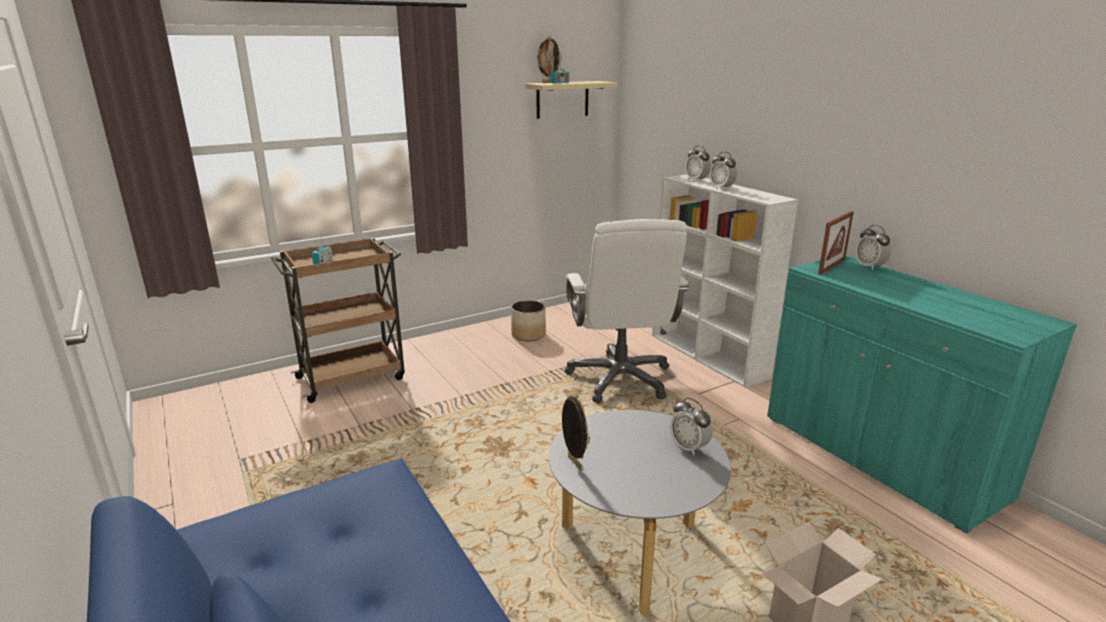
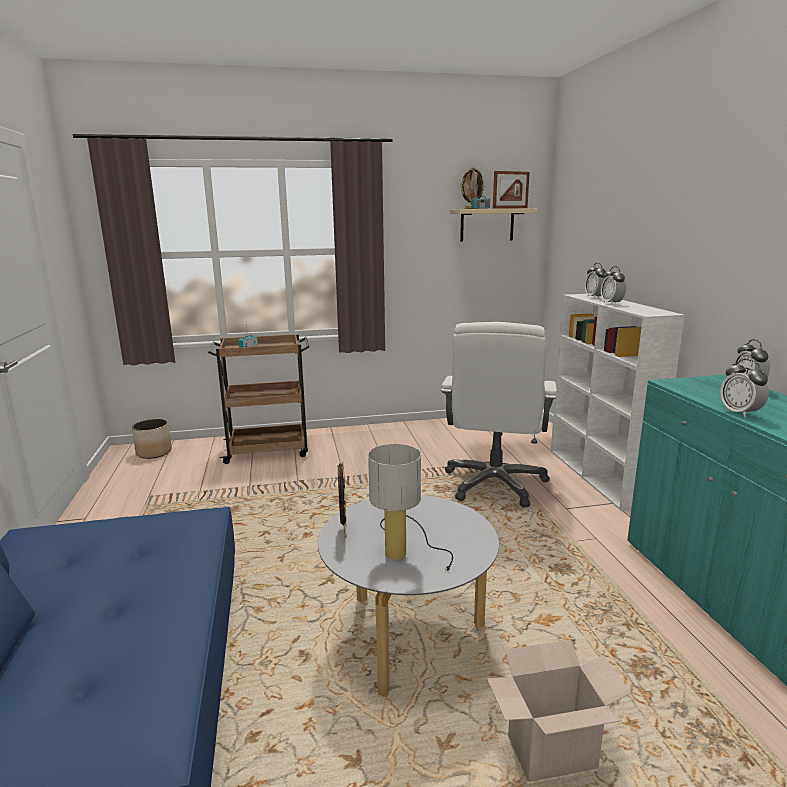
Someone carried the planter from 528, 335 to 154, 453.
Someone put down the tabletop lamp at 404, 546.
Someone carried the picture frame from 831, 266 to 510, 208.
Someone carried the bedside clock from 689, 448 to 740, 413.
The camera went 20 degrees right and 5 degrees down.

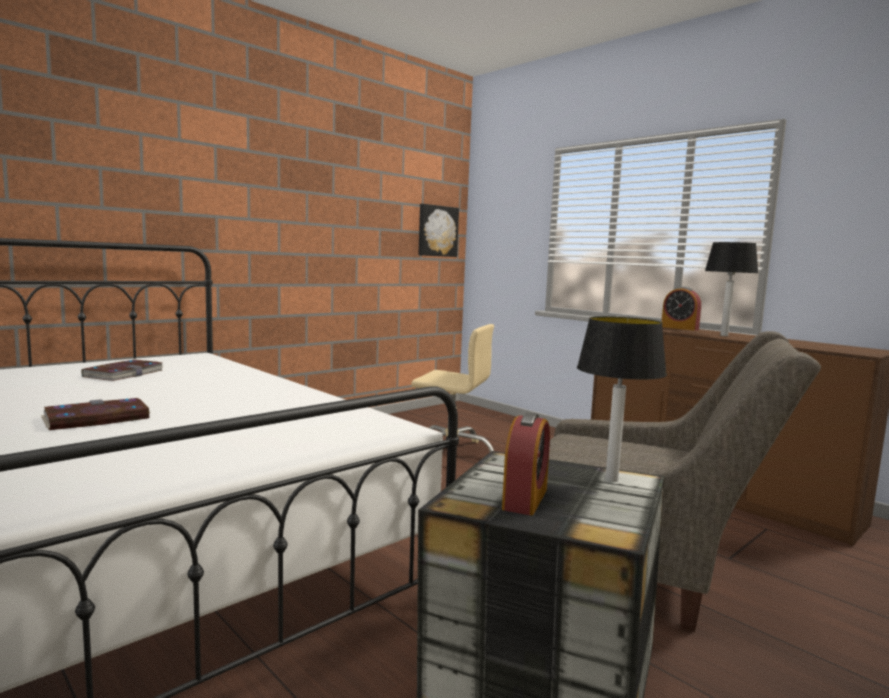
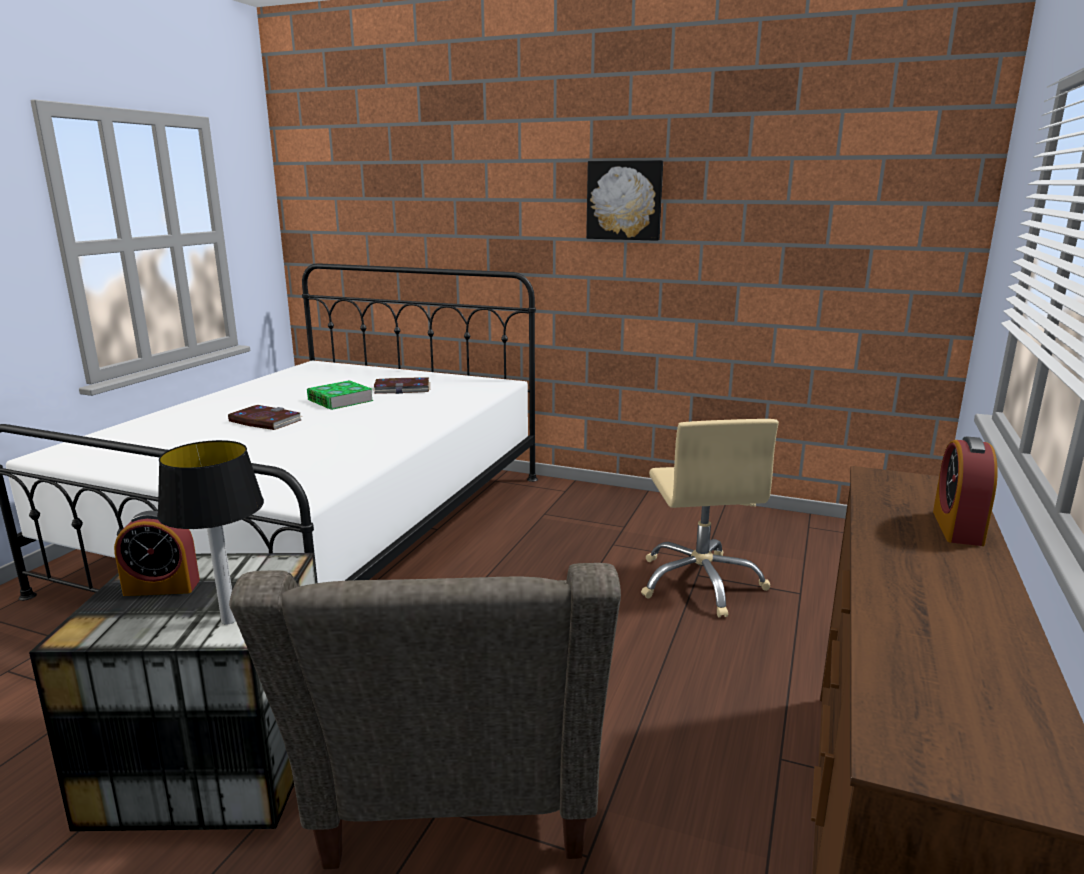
Someone put down the book at 340, 400.
Someone carried the picture from 437, 231 to 624, 200.
Someone took away the tabletop lamp at 723, 335.
The camera went 65 degrees right and 10 degrees up.

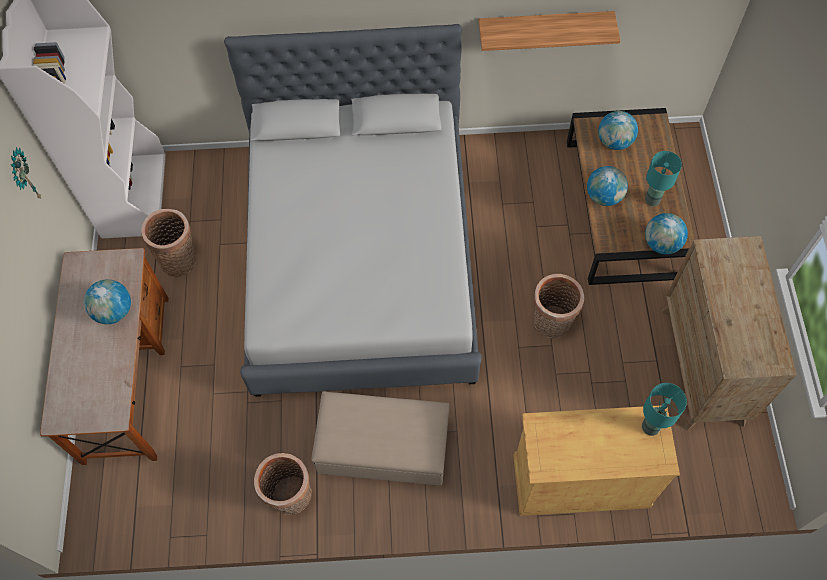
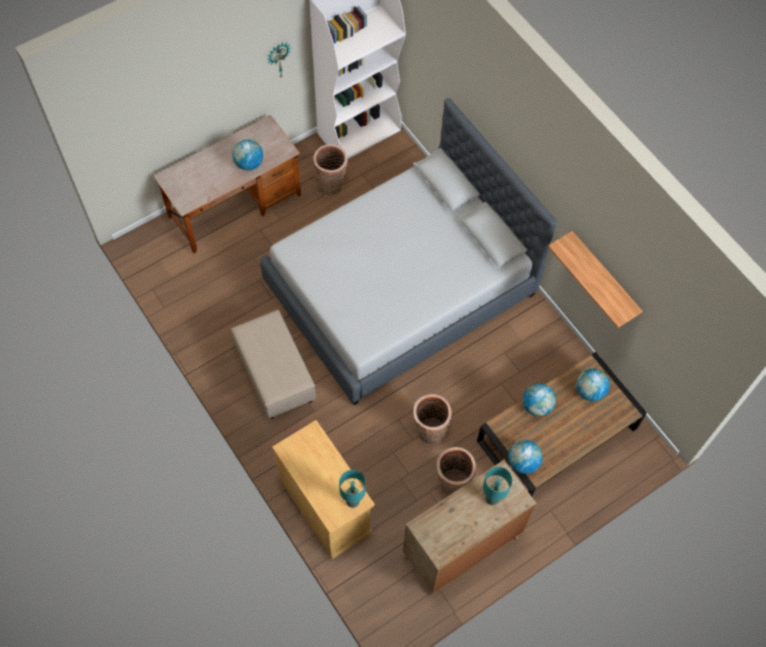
Someone carried the storage basket from 291, 498 to 452, 483.
Someone carried the tabletop lamp (blue-green) from 652, 199 to 492, 498.
The camera went 55 degrees right and 0 degrees up.

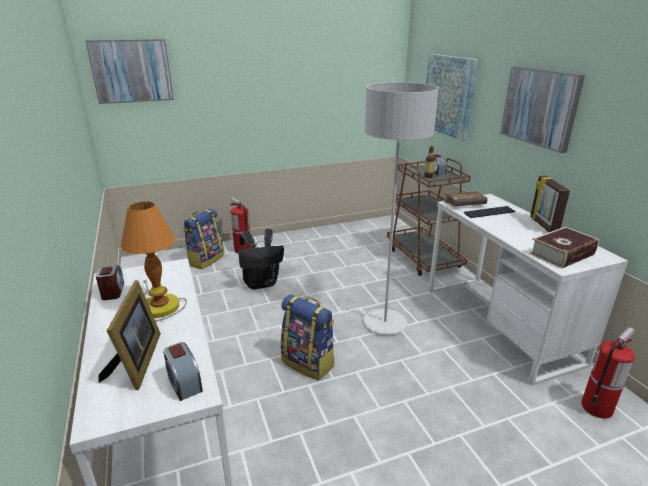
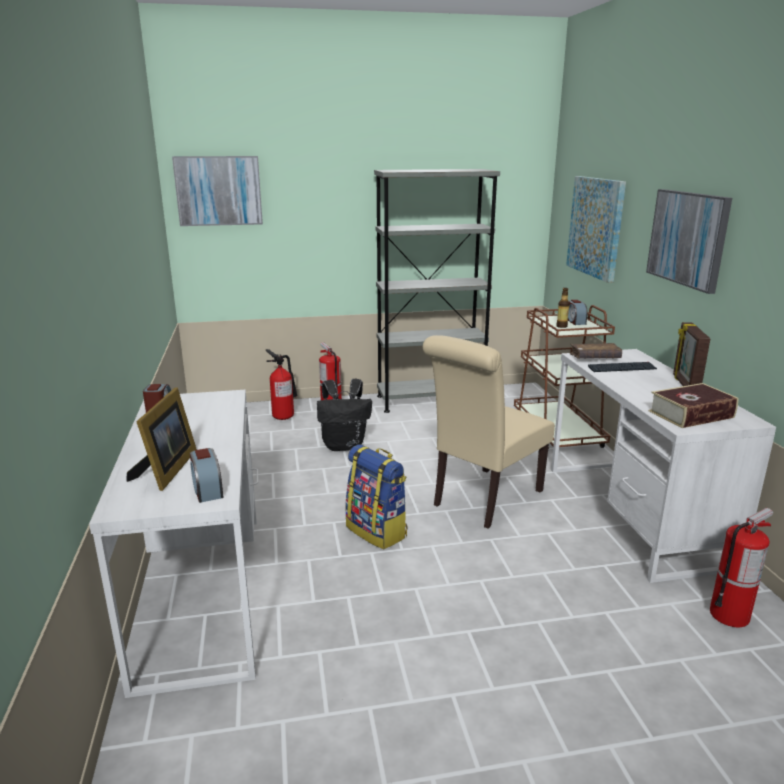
Someone swapped the backpack at 205, 260 for the fire-fighting cylinder at 284, 416.
Someone put down the bookcase (grey) at 430, 400.
Someone swapped the standing lamp (grey) at 385, 323 for the plain chair (beige) at 483, 500.
Someone took away the tabletop lamp at 157, 306.
The camera went 10 degrees right and 5 degrees down.

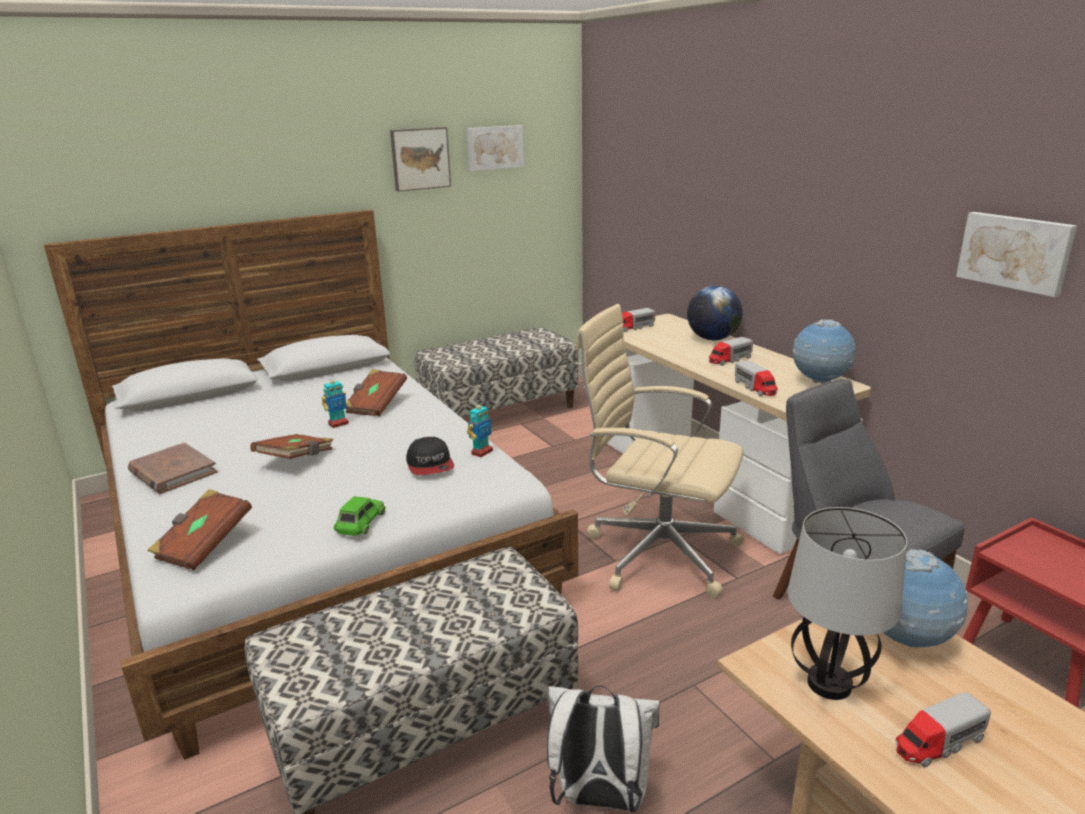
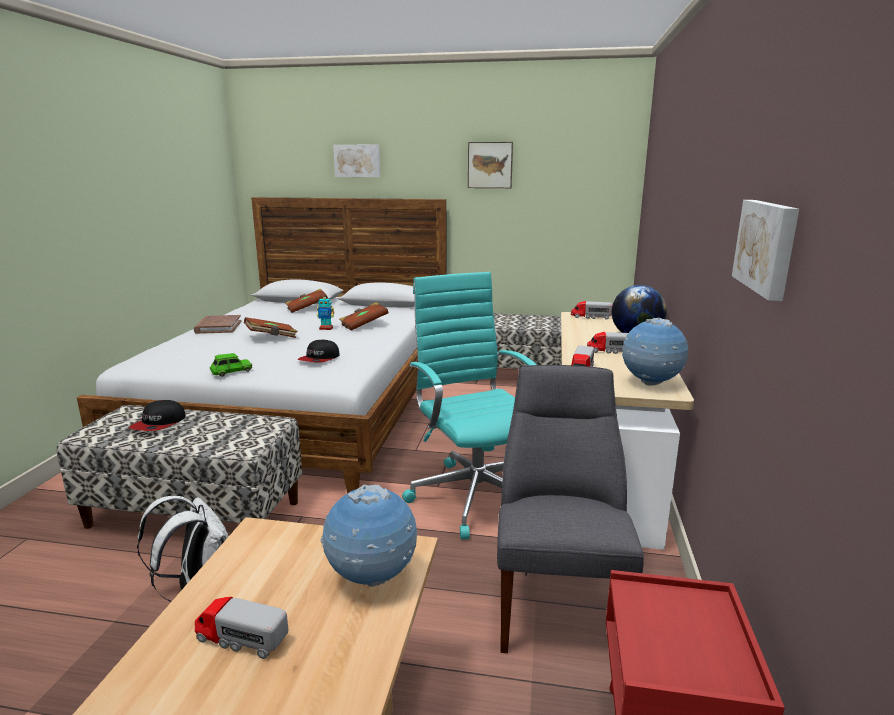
Someone put down the peaked cap at 159, 424.
Someone carried the book (brown-coloured) from 204, 544 to 306, 309.
Someone carried the picture from 494, 147 to 357, 161.
Someone repainted the desk chair (beige) at 657, 552, which became the desk chair (blue-green) at 475, 494.
Someone took away the model robot at 481, 452.
Someone took away the tabletop lamp at 829, 685.
The camera went 40 degrees right and 5 degrees down.

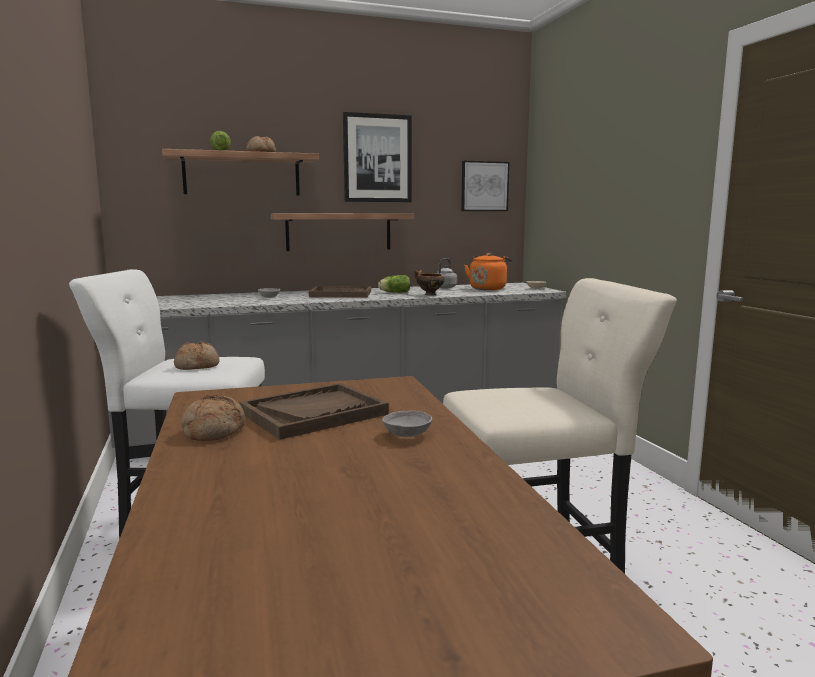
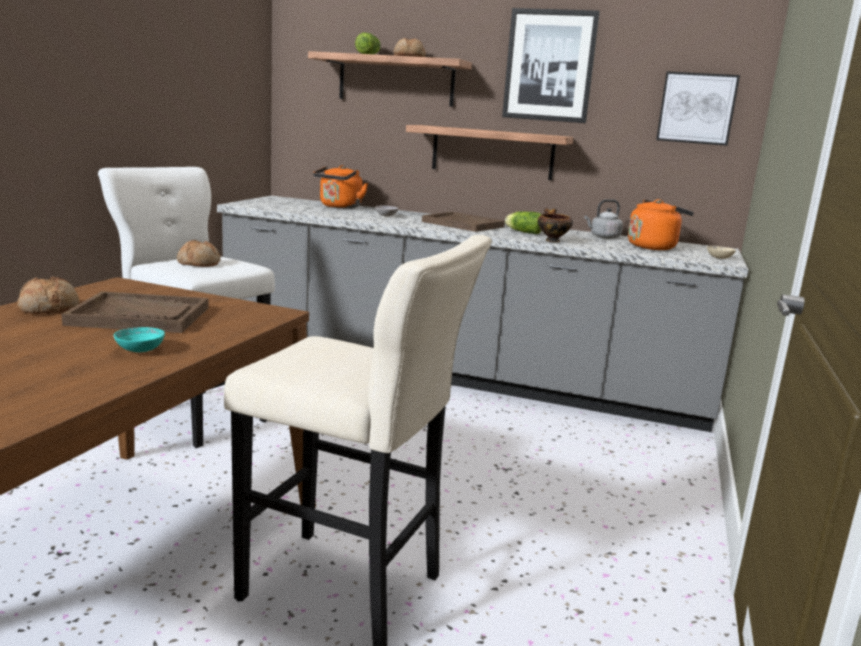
Someone repainted the deep dish (grey) at 407, 435, which became the deep dish (blue-green) at 140, 350.
Someone put down the kettle (orange) at 339, 207.
The camera went 35 degrees right and 5 degrees up.

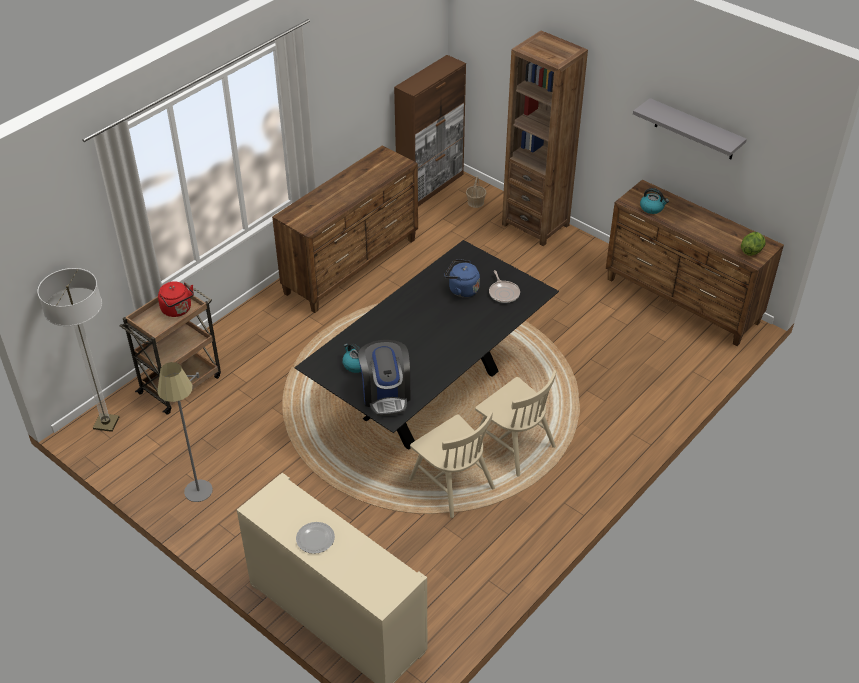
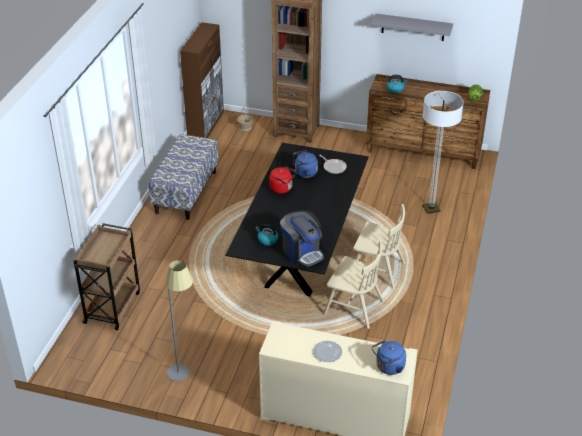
Someone swapped the drawer chest (brown-coloured) at 352, 266 for the long seat at 186, 192.
Someone carried the kettle (red-coloured) from 178, 310 to 282, 188.
Someone put down the kettle (blue) at 388, 367.
Someone carried the standing lamp from 106, 423 to 431, 208.
The camera went 25 degrees left and 5 degrees down.

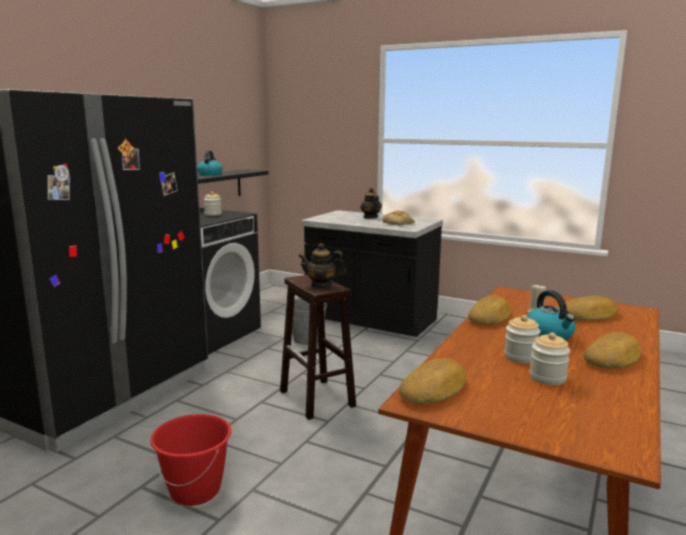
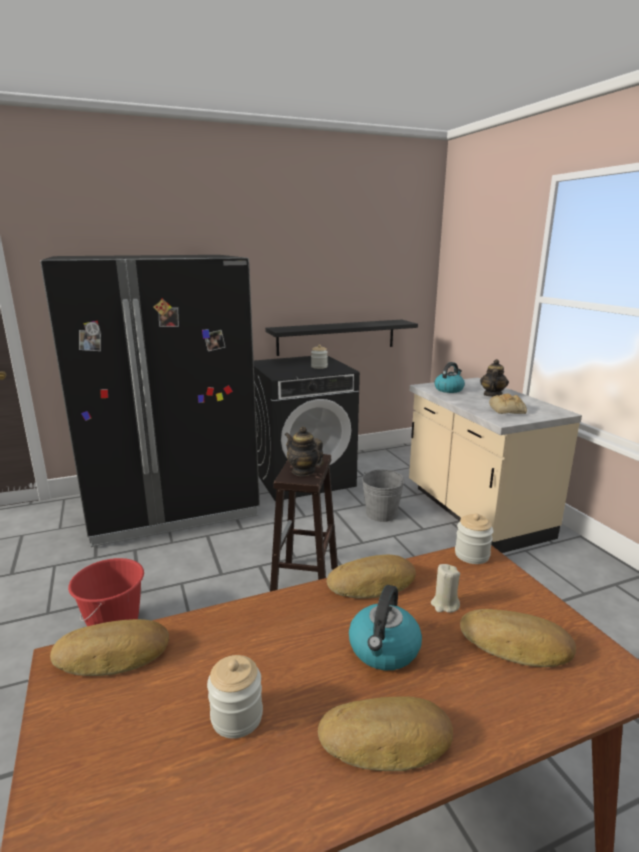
Someone repainted the kitchen counter (black-coloured) at 370, 320, which became the kitchen counter (beige) at 474, 512.
Someone carried the kettle from 210, 174 to 449, 389.
Someone carried the preserve jar from 520, 357 to 472, 555.
The camera went 40 degrees right and 5 degrees up.

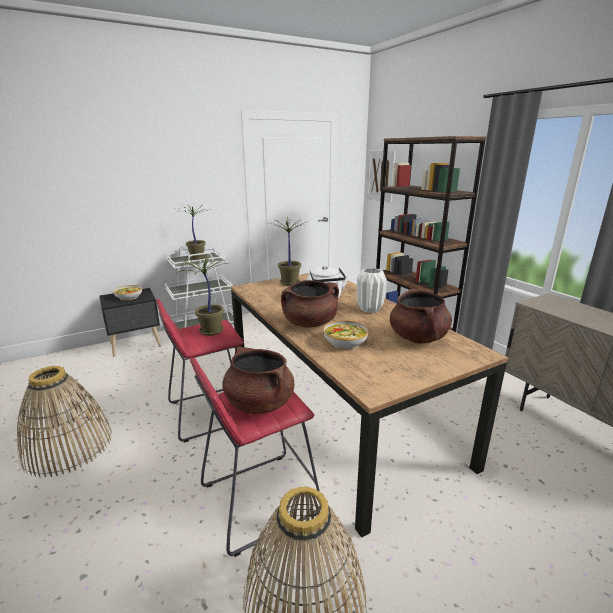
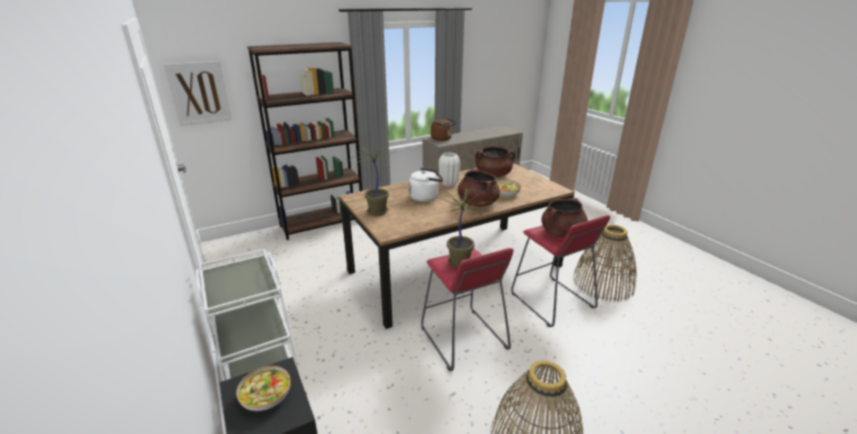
Someone put down the kettle (brown-coloured) at 442, 139.
Someone took away the potted plant at 197, 258.
The camera went 90 degrees left and 5 degrees up.

